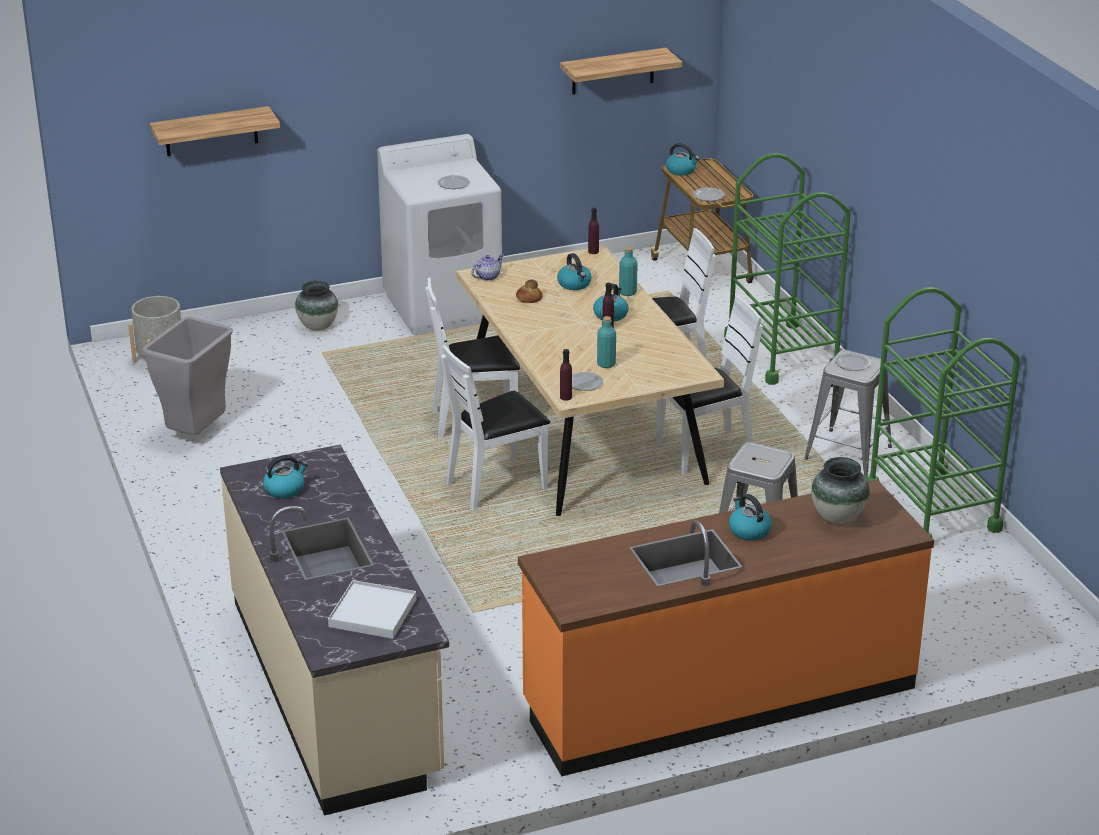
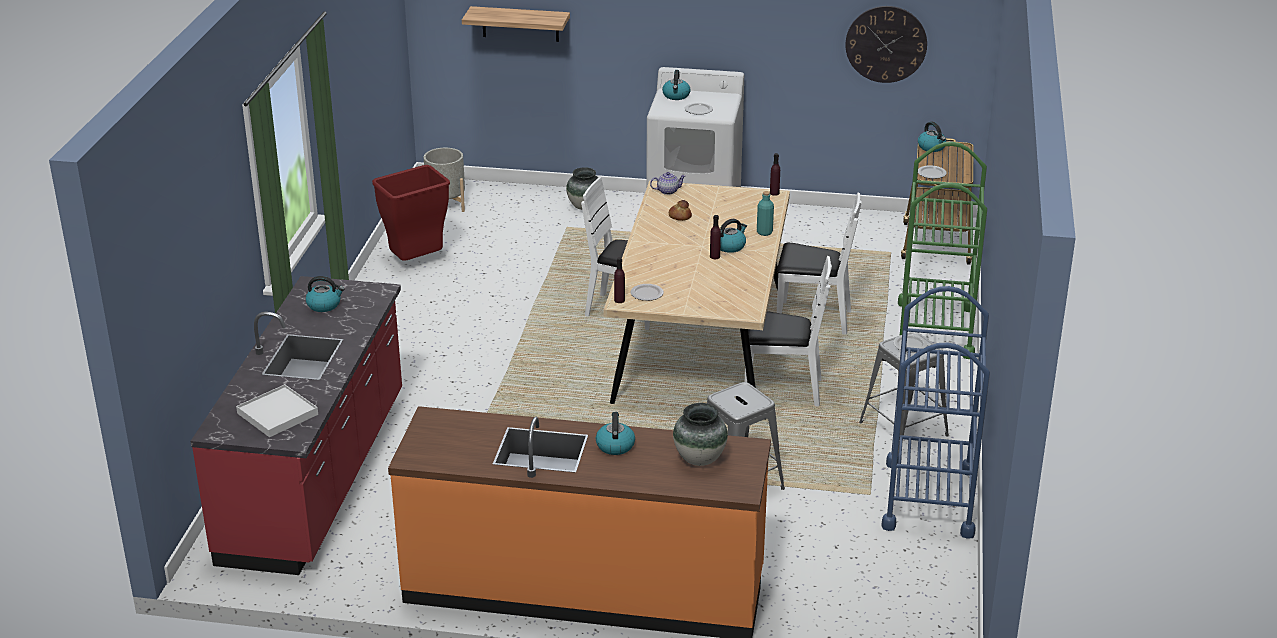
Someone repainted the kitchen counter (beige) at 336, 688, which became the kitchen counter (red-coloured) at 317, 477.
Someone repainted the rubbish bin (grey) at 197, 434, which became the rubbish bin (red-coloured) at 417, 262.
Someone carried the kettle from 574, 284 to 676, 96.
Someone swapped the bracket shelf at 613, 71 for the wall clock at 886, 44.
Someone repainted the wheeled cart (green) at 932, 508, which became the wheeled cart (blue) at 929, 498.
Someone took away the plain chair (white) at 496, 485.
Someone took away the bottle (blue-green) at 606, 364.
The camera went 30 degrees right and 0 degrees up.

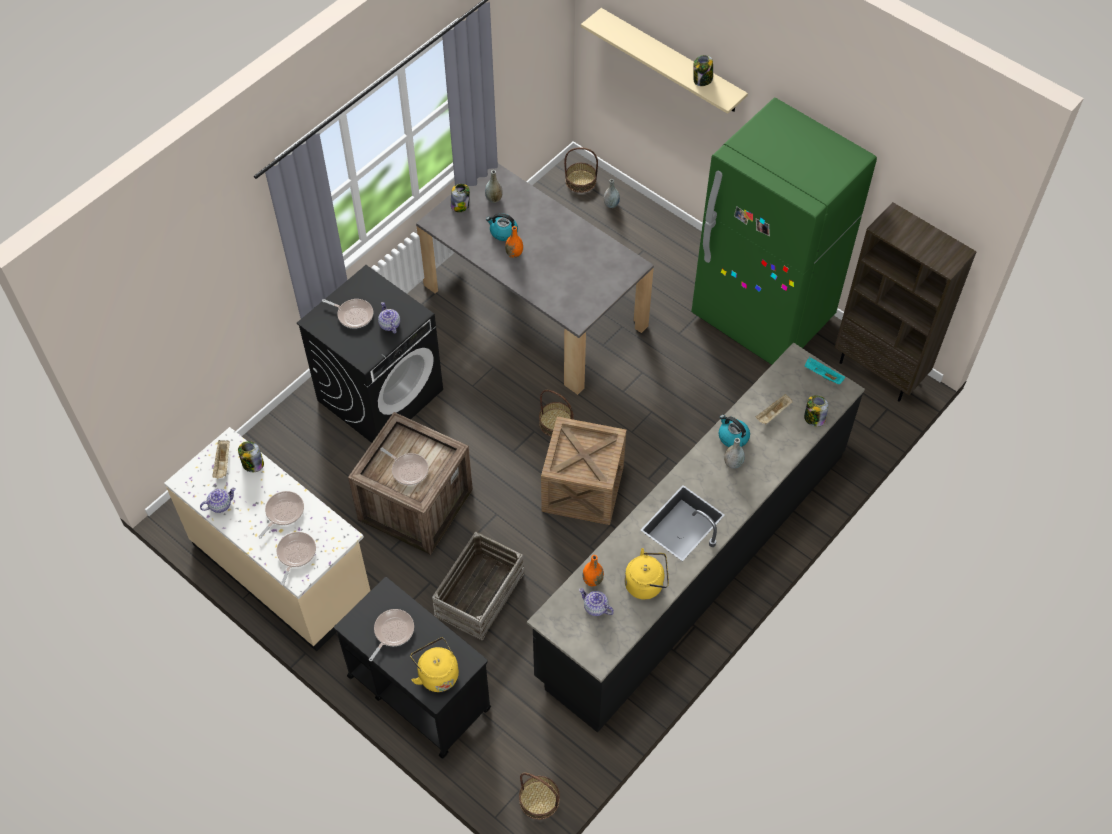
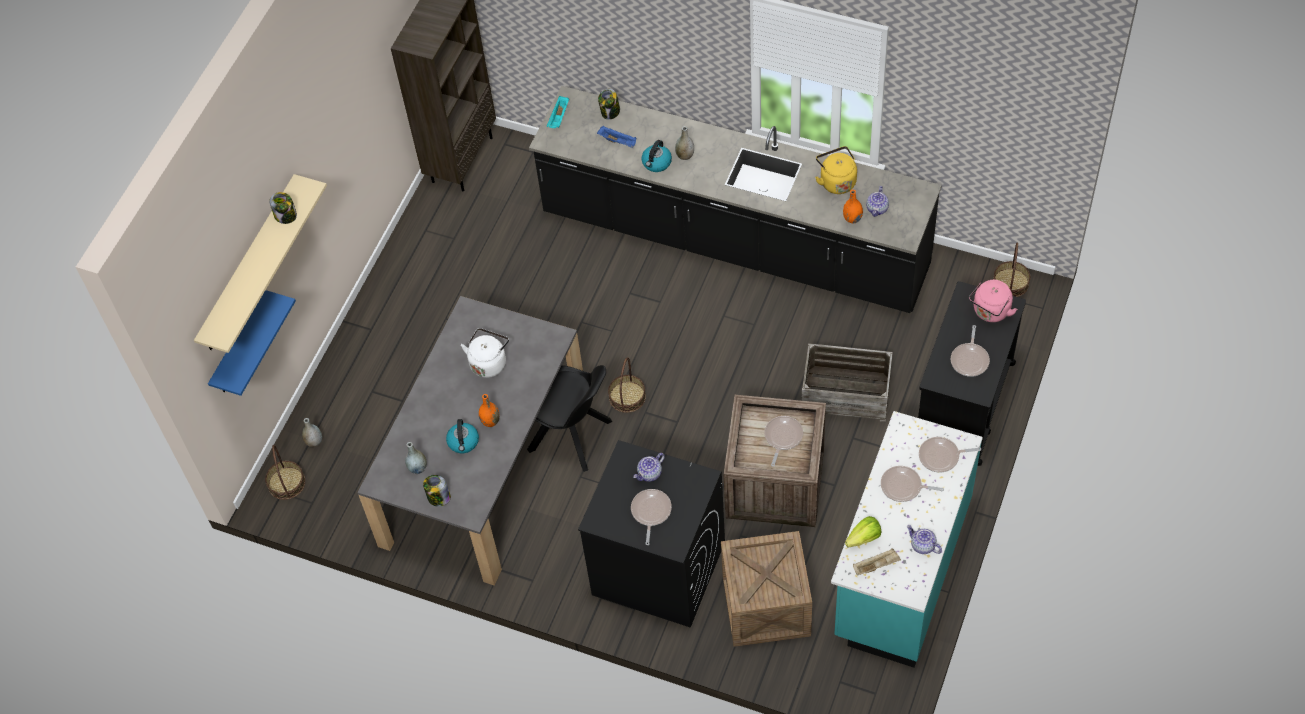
Someone put up the bracket shelf (blue) at 240, 345.
Someone put down the kettle (white) at 489, 362.
Someone put down the plain chair (black-coloured) at 572, 437.
Someone repainted the carrying tray (beige) at 773, 414, which became the carrying tray (blue) at 618, 141.
Someone carried the shipping crate from 583, 488 to 766, 606.
Someone repainted the kitchen counter (beige) at 283, 569, which became the kitchen counter (blue-green) at 900, 570.
Someone swapped the preserve jar at 252, 464 for the head of lettuce at 864, 538.
Someone rotated the skillet at 392, 632 by 90 degrees counterclockwise.
Someone repainted the kettle (yellow-coloured) at 437, 674, which became the kettle (pink-coloured) at 990, 312.
Someone took away the fridge (green) at 762, 317.
The camera went 105 degrees left and 0 degrees up.

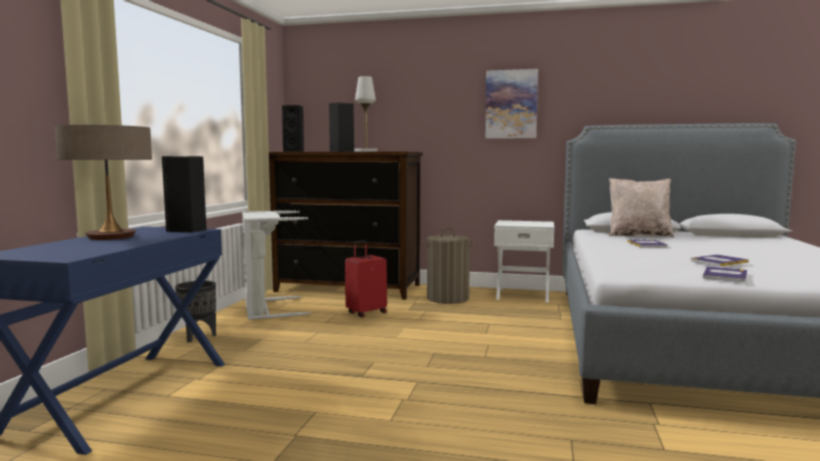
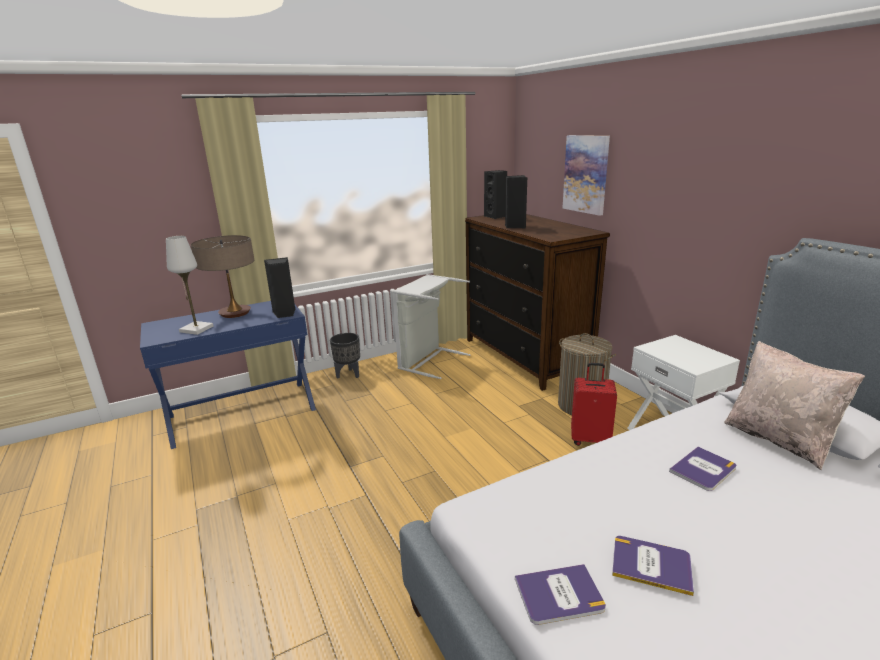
Someone carried the tabletop lamp (white) from 366, 151 to 196, 329.
Someone carried the picture from 511, 104 to 586, 174.
Someone carried the travel case (red-coloured) from 366, 313 to 590, 439.
The camera went 50 degrees right and 15 degrees up.

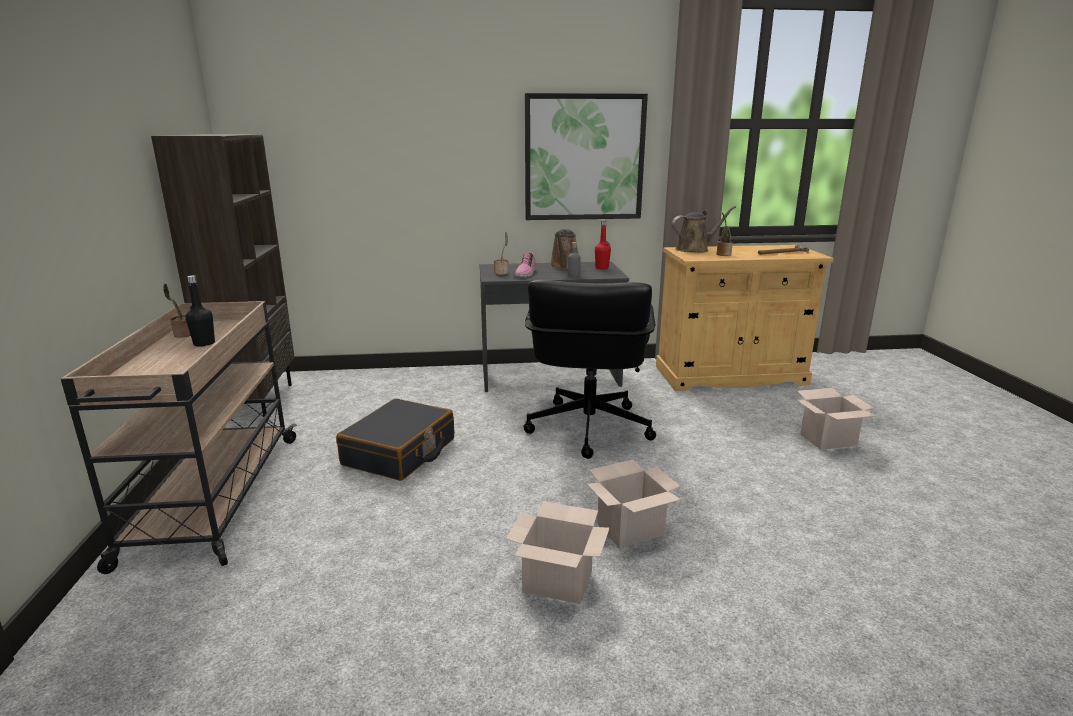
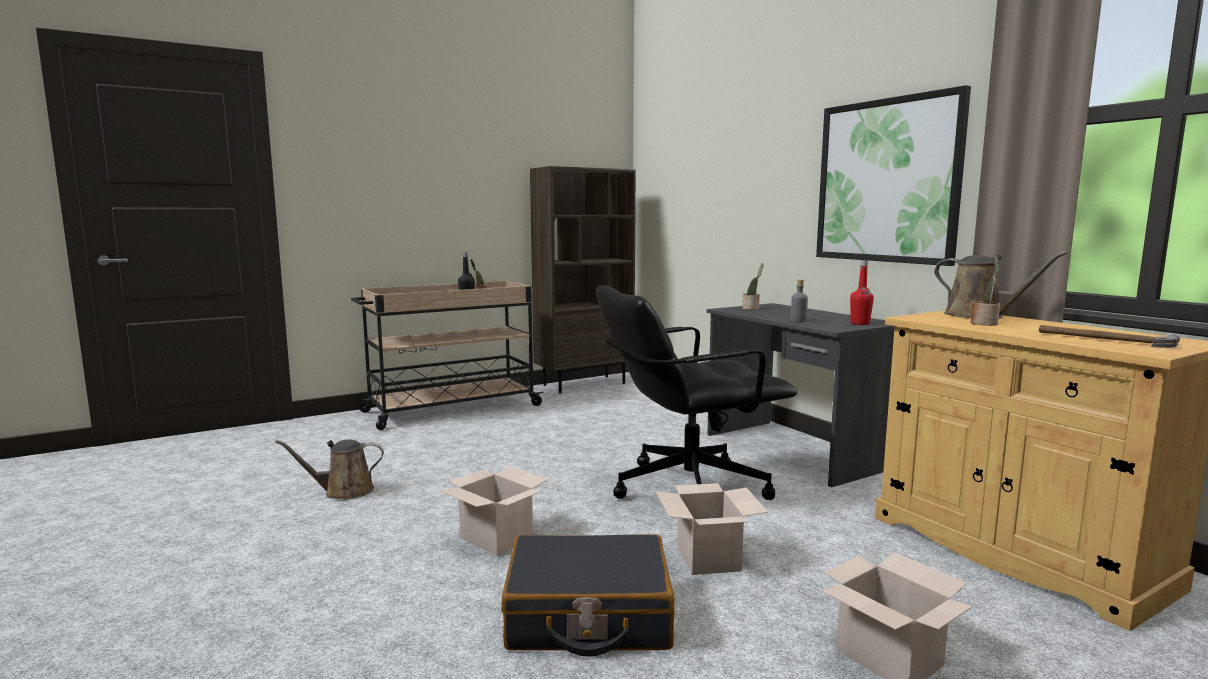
Someone carried the sprinkling can (brown-coloured) from 564, 266 to 343, 491.
Someone carried the travel case (black-coloured) from 400, 452 to 588, 616.
Someone carried the packing box from 559, 581 to 709, 558.
Someone took away the low shoe at 525, 273.
The camera went 65 degrees right and 10 degrees down.

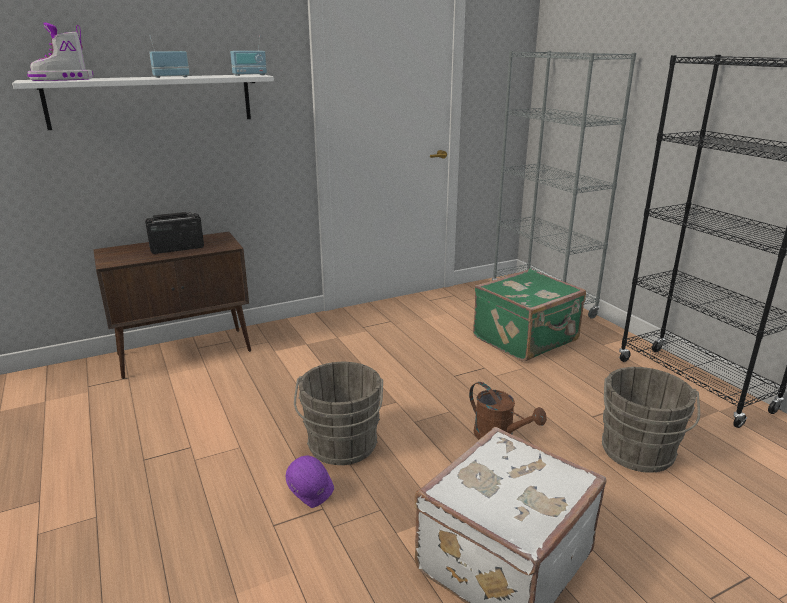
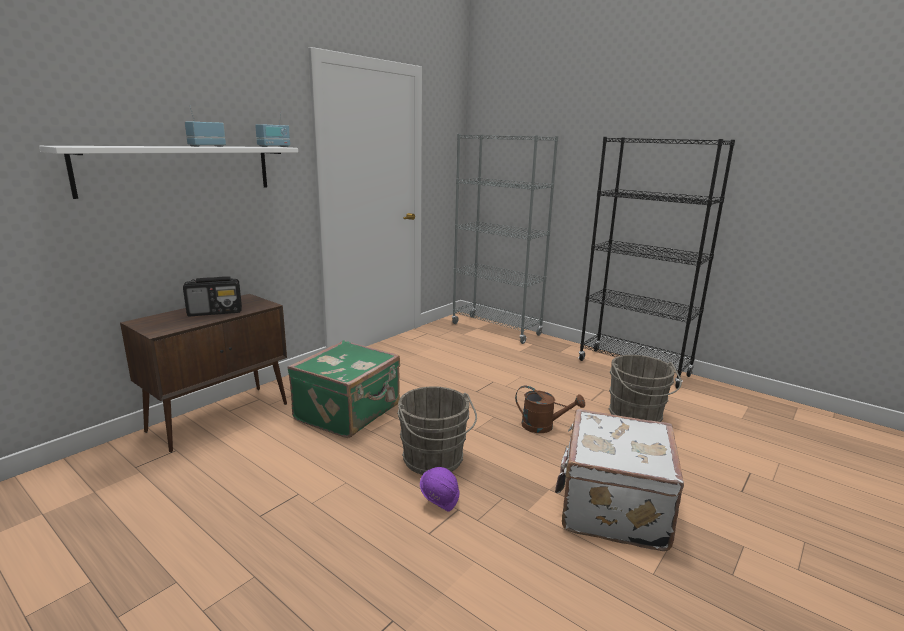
Someone rotated the radio set at 176, 248 by 150 degrees counterclockwise.
Someone carried the travel case (green) from 527, 339 to 349, 412.
Someone took away the boot at 62, 79.
The camera went 25 degrees left and 5 degrees down.

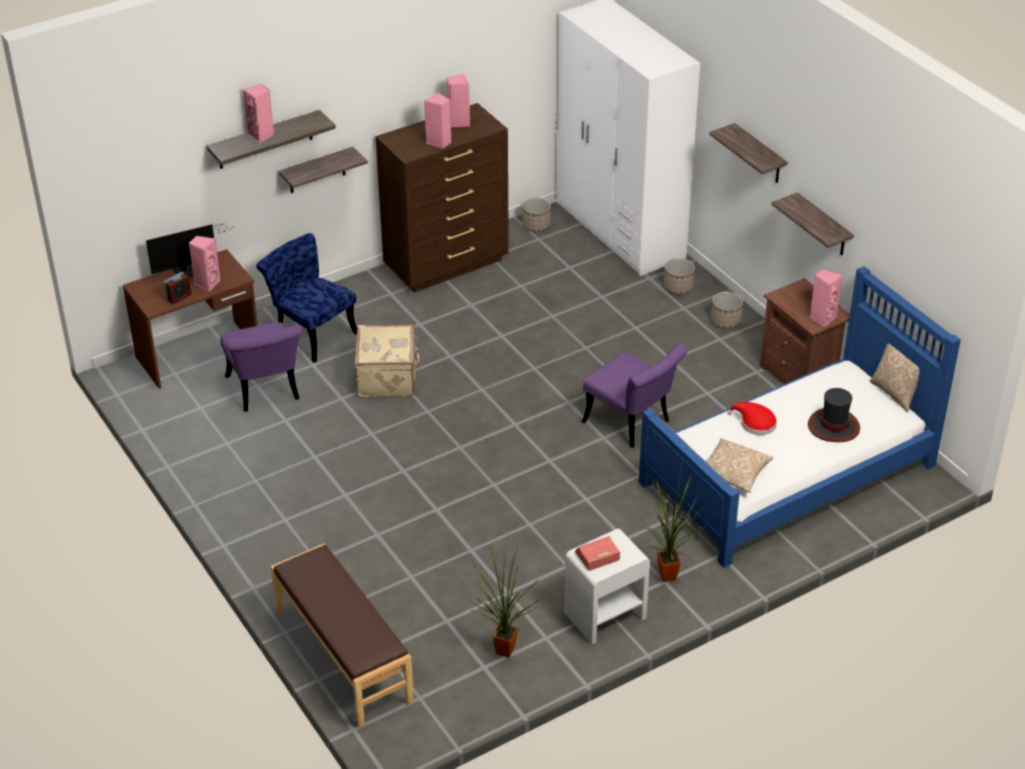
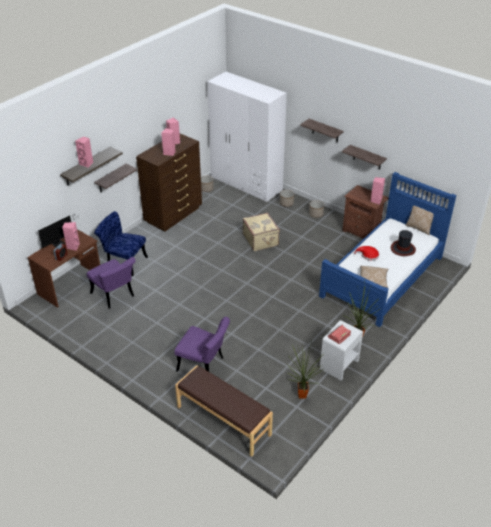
Someone carried the plain chair (purplish) from 632, 424 to 204, 365.
Someone carried the travel case (beige) from 388, 377 to 261, 240.
The camera went 20 degrees left and 0 degrees up.

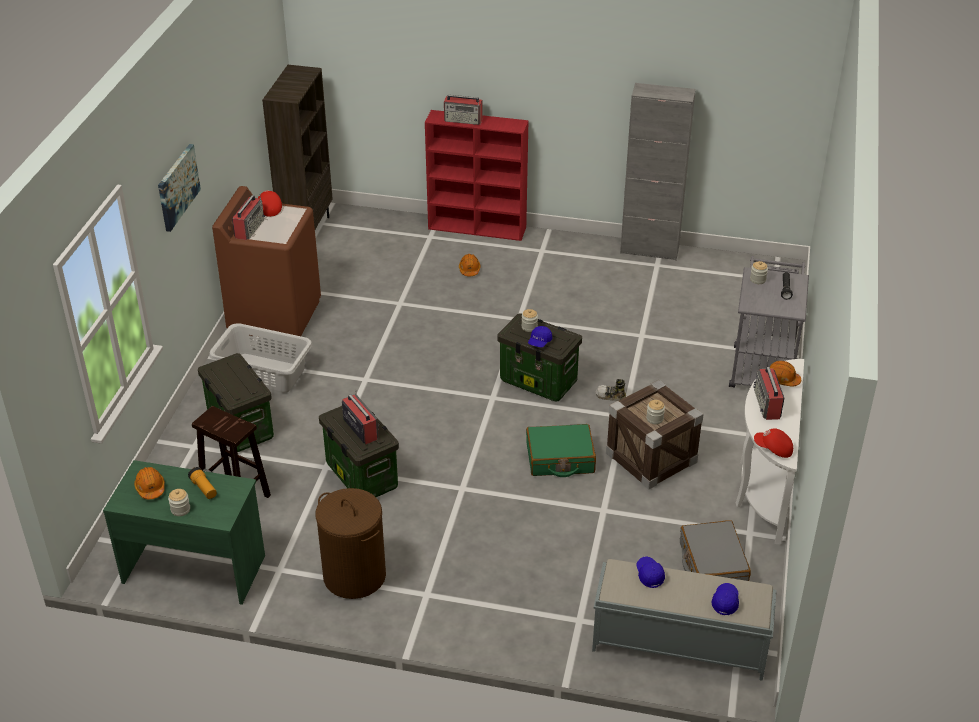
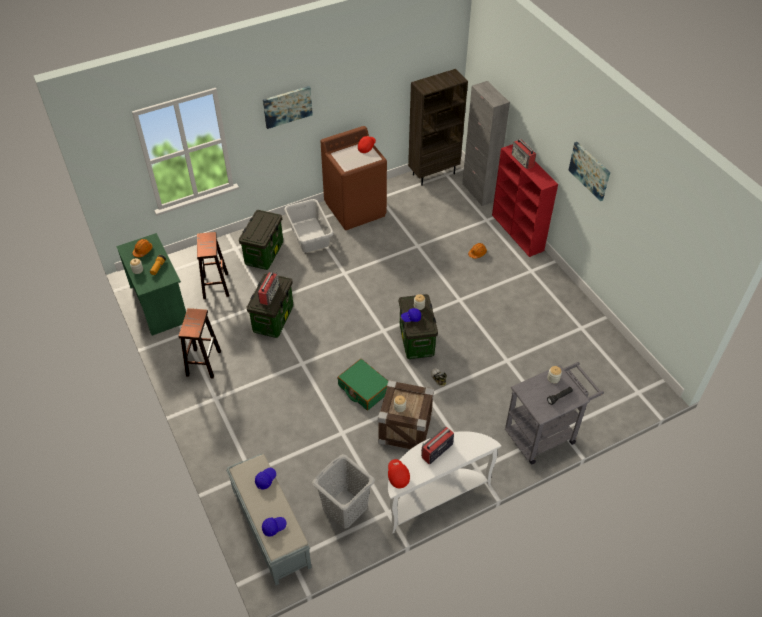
Someone swapped the washing basket (brown-coloured) at 354, 576 for the stool (brown-coloured) at 203, 363.
Someone swapped the travel case (grey) at 712, 565 for the washing basket (grey) at 345, 509.
Someone carried the cabinet (grey) from 649, 250 to 478, 192.
Someone put up the picture at 589, 170.
Someone took away the radio set at 249, 228.
Someone took away the work helmet (orange) at 782, 379.
The camera went 50 degrees right and 10 degrees up.

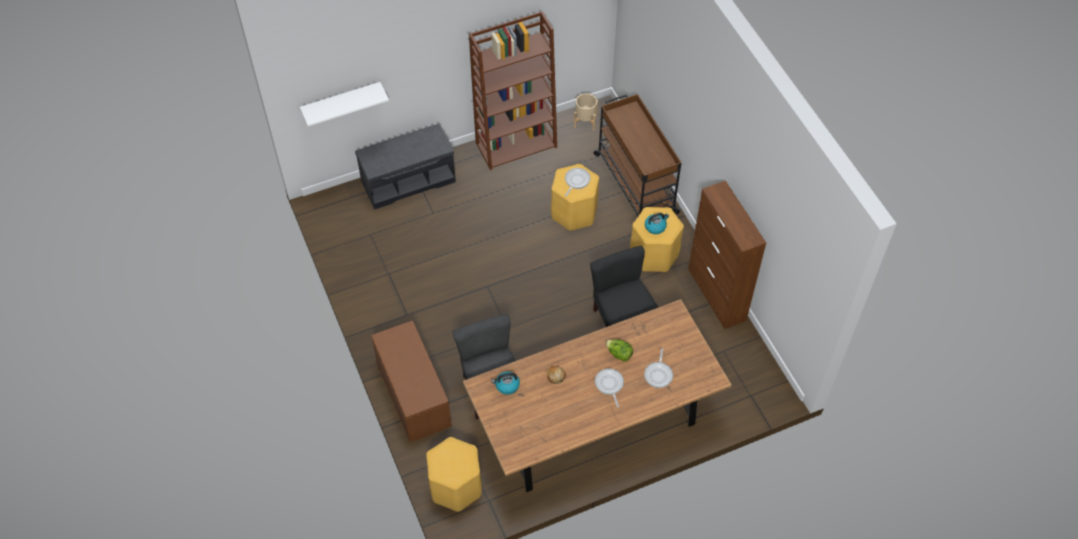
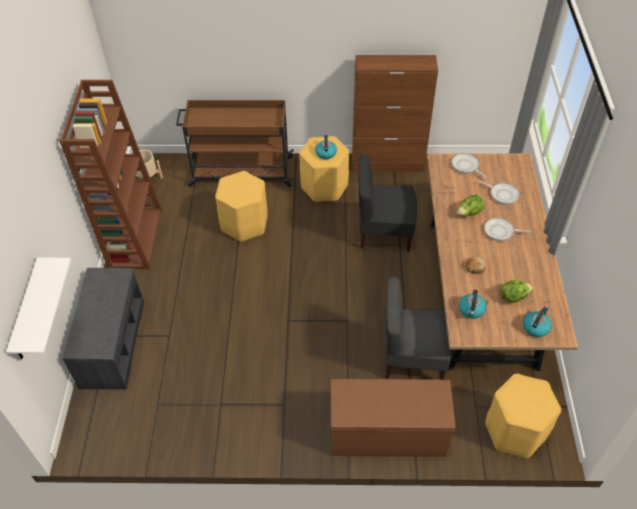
Someone carried the skillet from 576, 181 to 466, 166.
Someone put down the head of lettuce at 513, 297.
Someone put down the kettle at 535, 327.
The camera went 65 degrees left and 5 degrees down.

